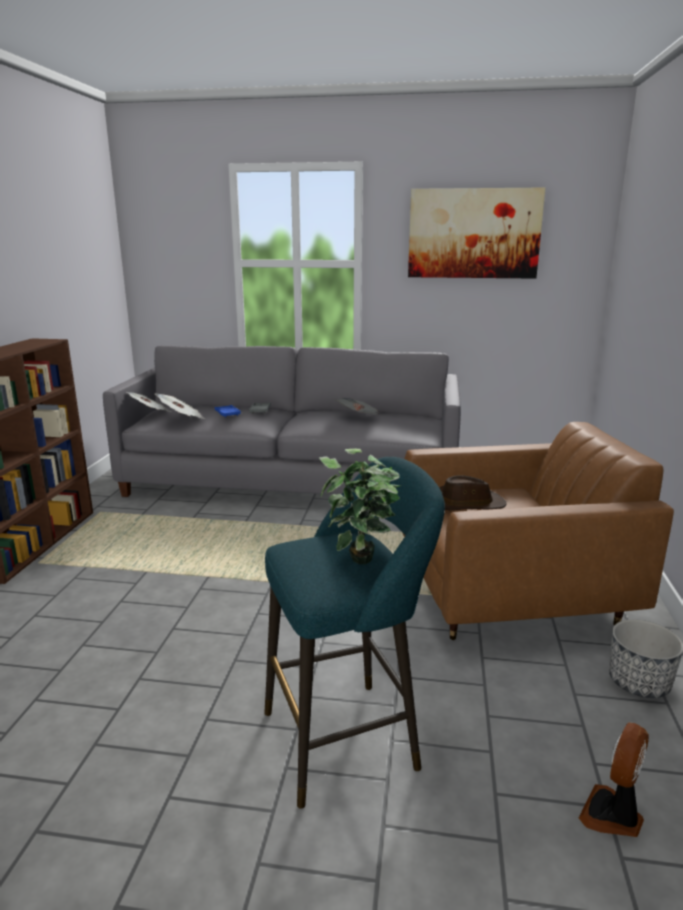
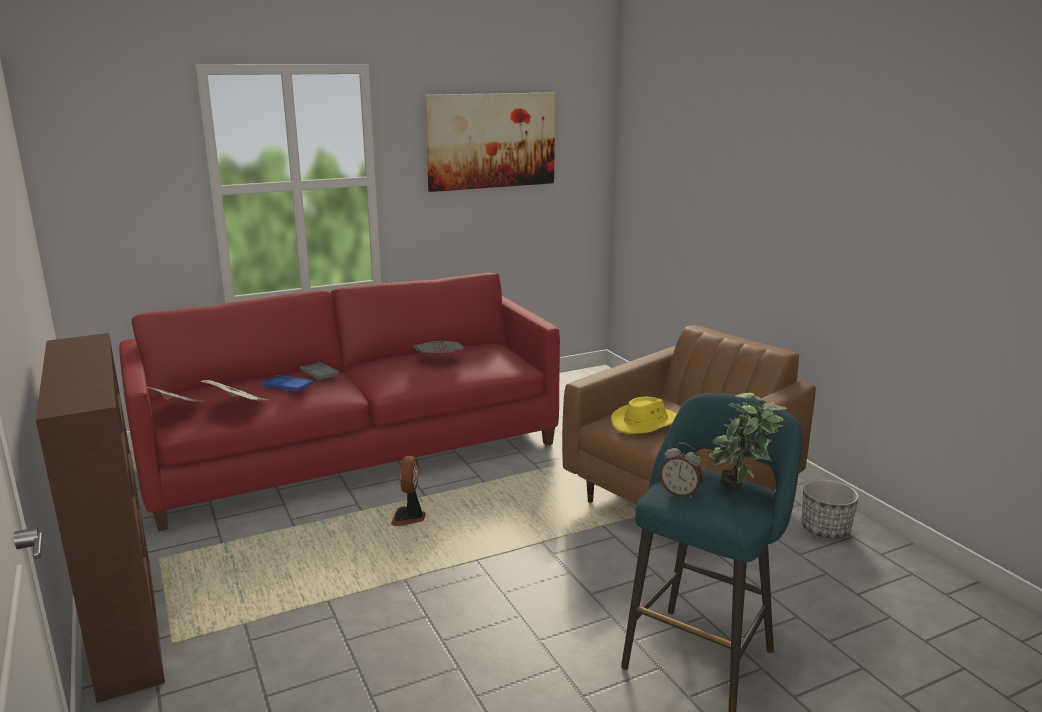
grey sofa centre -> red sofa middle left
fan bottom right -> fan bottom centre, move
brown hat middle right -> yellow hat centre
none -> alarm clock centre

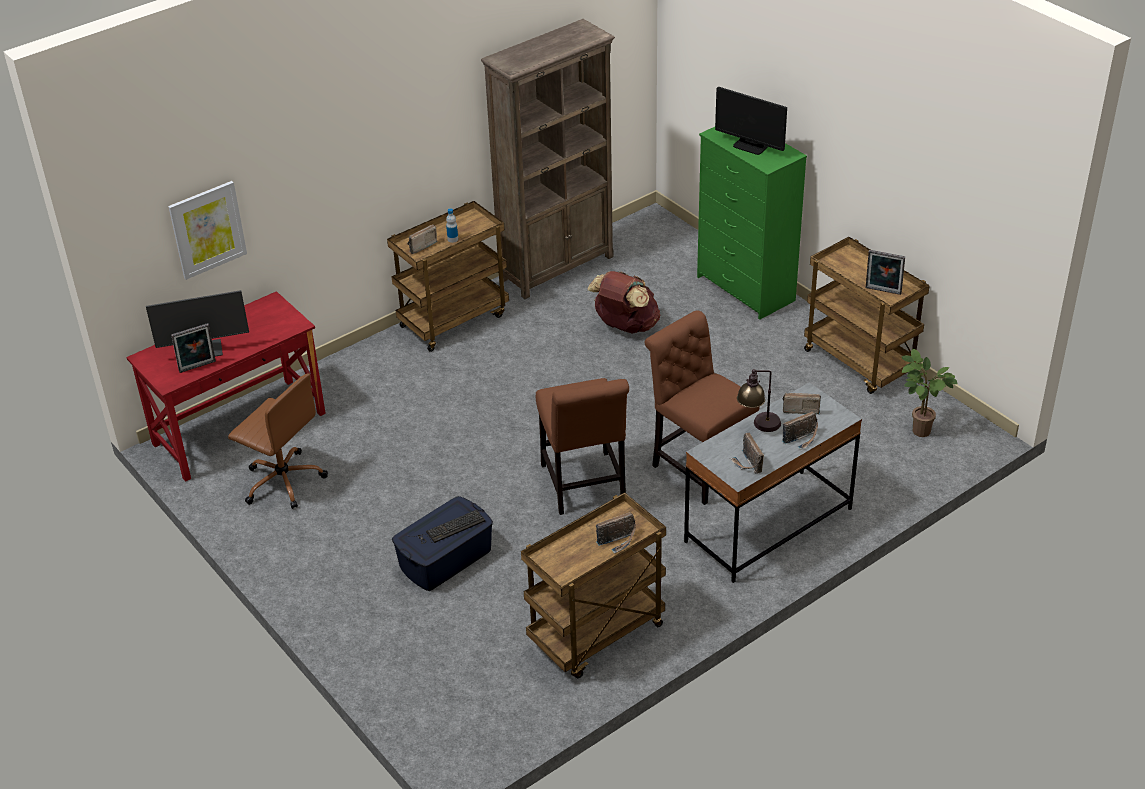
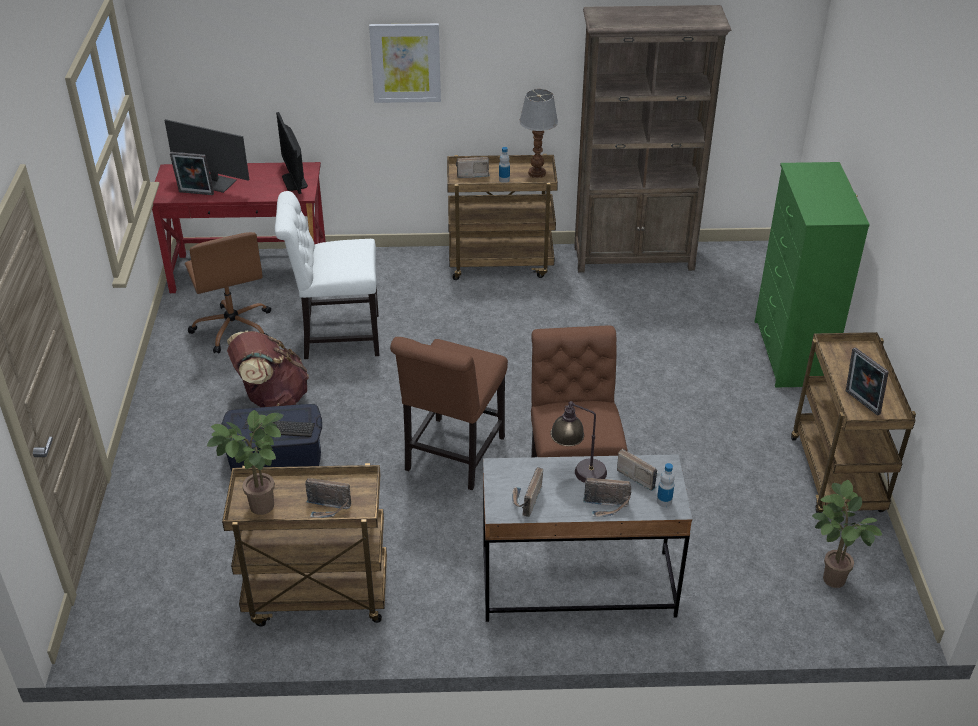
none -> potted plant (1st from left) middle left
brown backpack centre -> brown backpack middle left, move
none -> white chair centre
monitor (2nd from left) top centre -> monitor (2nd from left) top left, move
picture top left -> picture top centre, move
none -> table lamp (1st from left) top centre
none -> bottle (2nd from left) bottom right

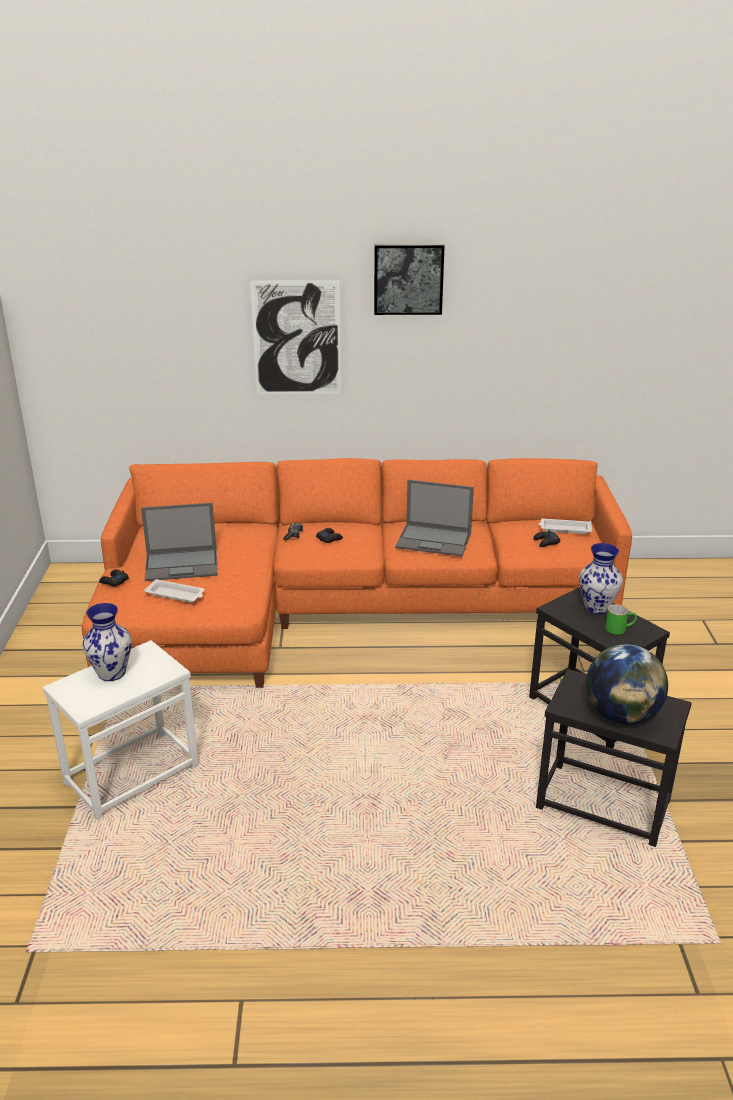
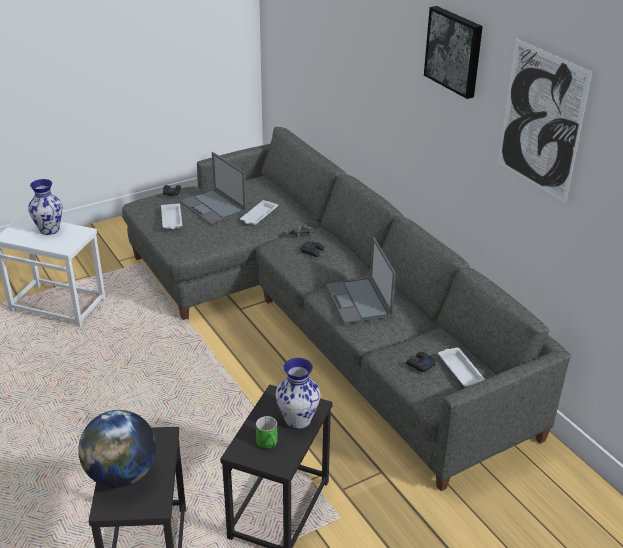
orange sofa centre -> grey sofa centre
none -> white tray (2nd from left) centre
picture (1st from left in the first image) top centre -> picture (2nd from left) top right, move

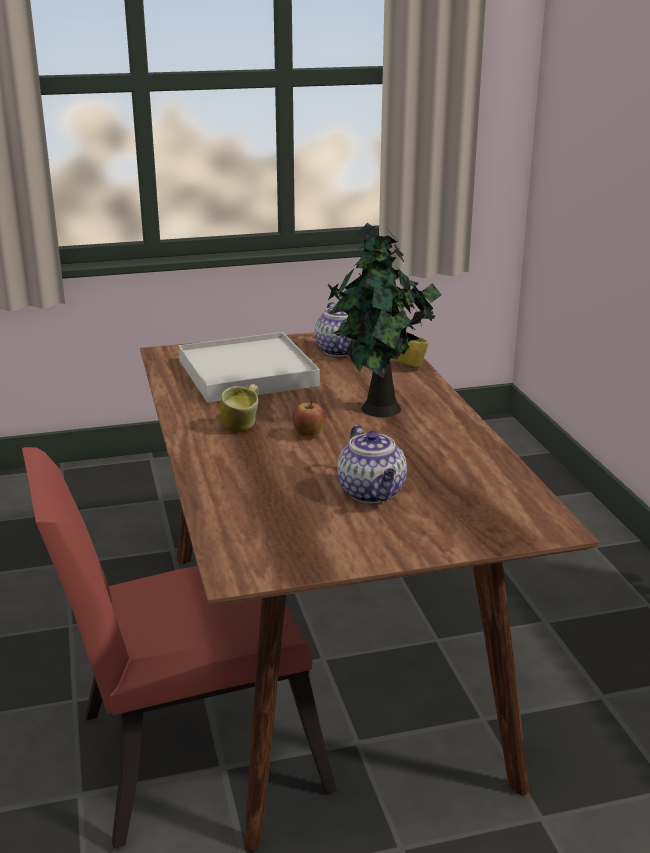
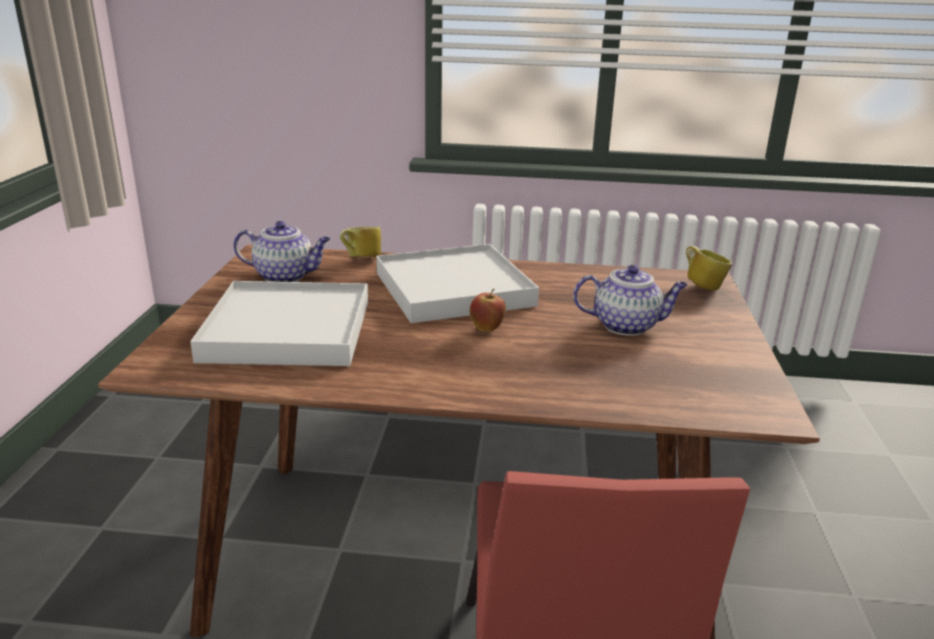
potted plant centre -> white tray (2nd from left) centre
mug (1st from left in the first image) centre -> mug (2nd from left) middle right, move

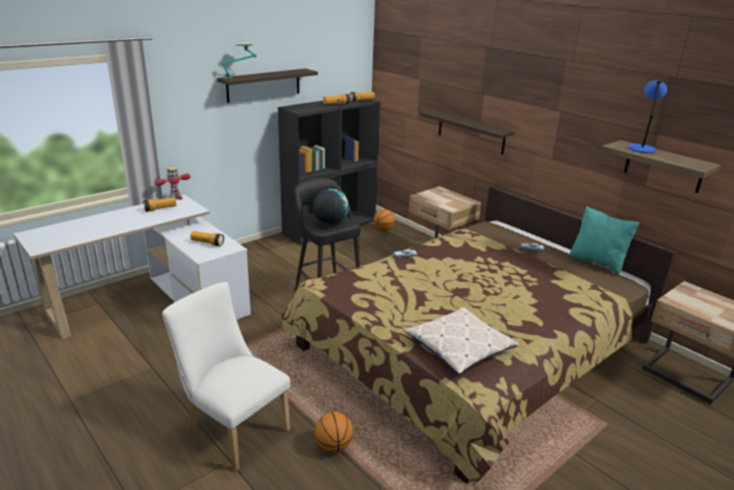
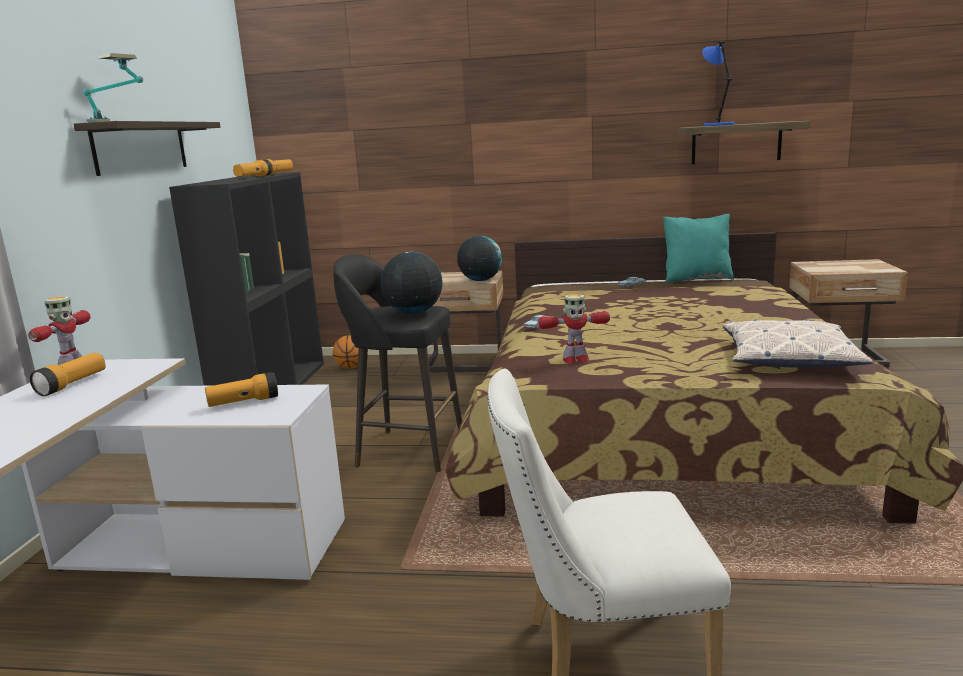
none -> globe (2nd from left) centre
none -> toy robot (2nd from left) centre
basketball (1st from left) bottom centre -> none
shelf (2nd from left) top centre -> none

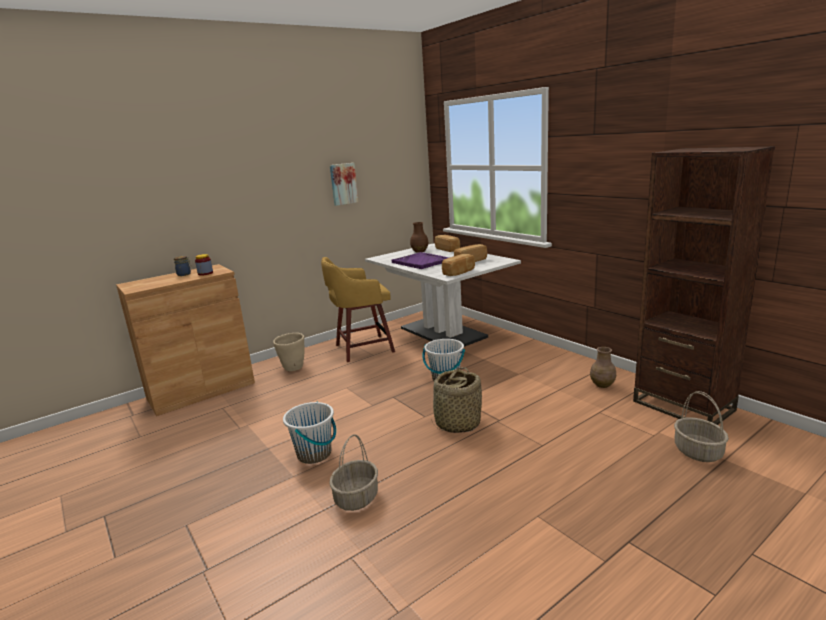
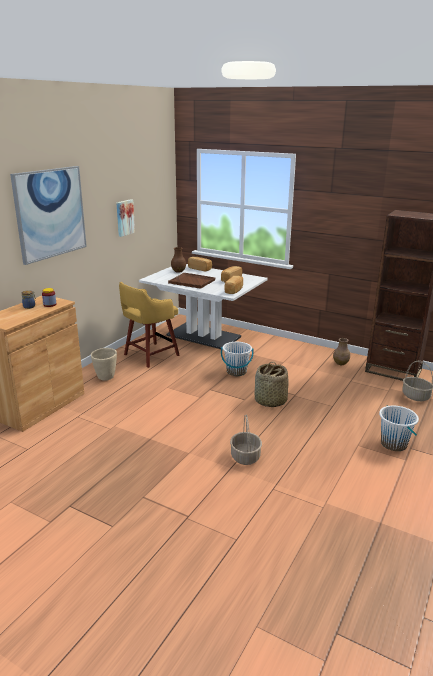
none -> picture (1st from left) top left
purple tray centre -> brown tray centre
white bucket (1st from left in the first image) bottom centre -> white bucket (2nd from left) middle right, move

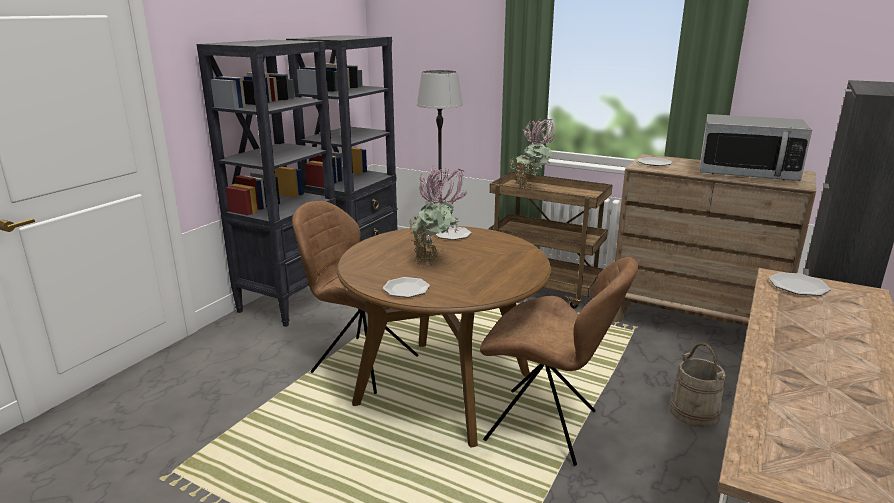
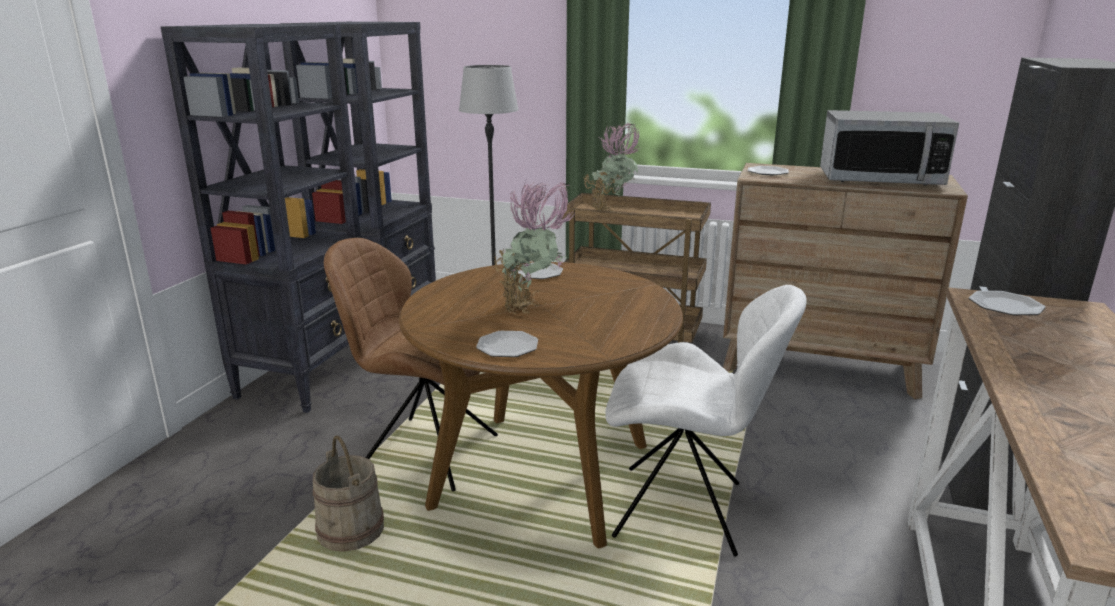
beige bucket bottom right -> beige bucket bottom left, move
brown chair (2nd from left) bottom centre -> white chair bottom centre

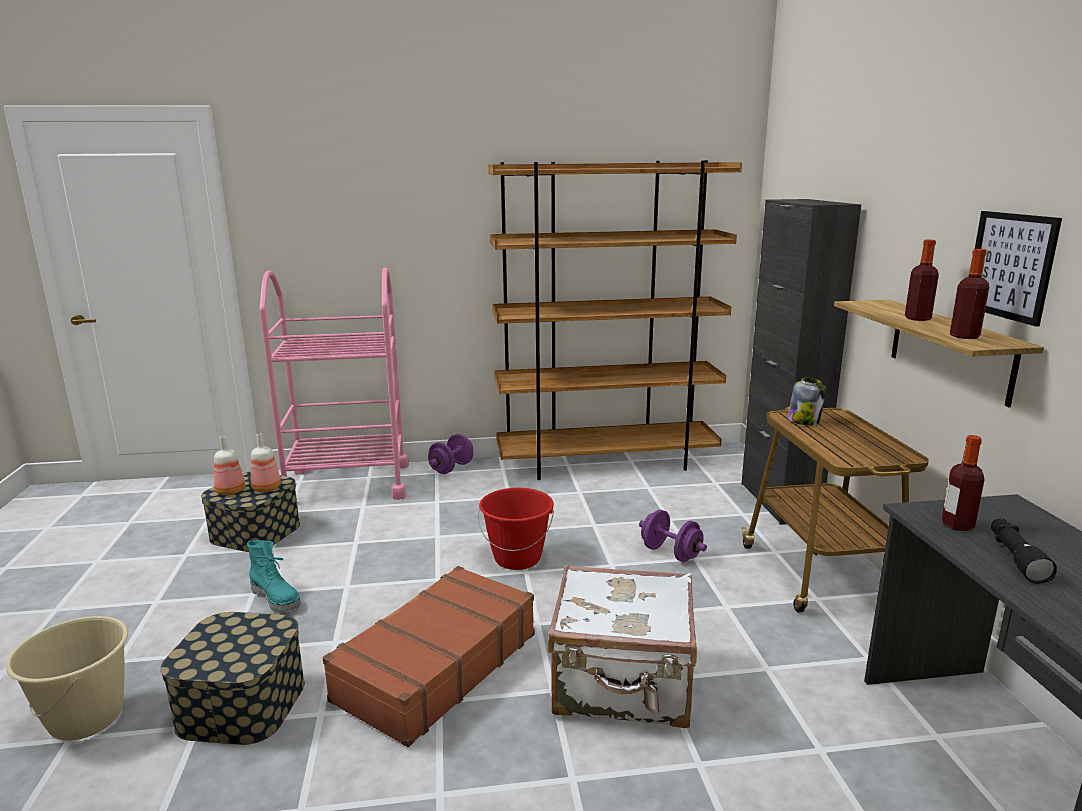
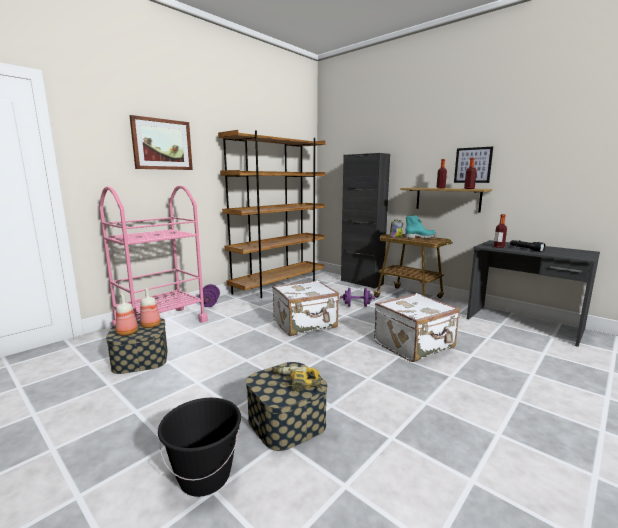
none -> picture (1st from left) top left
beige bucket bottom left -> black bucket bottom left
none -> power drill bottom centre
red bucket centre -> white suitcase (1st from left) centre
turquoise boot bottom left -> turquoise boot middle right, move
brown suitcase bottom centre -> none

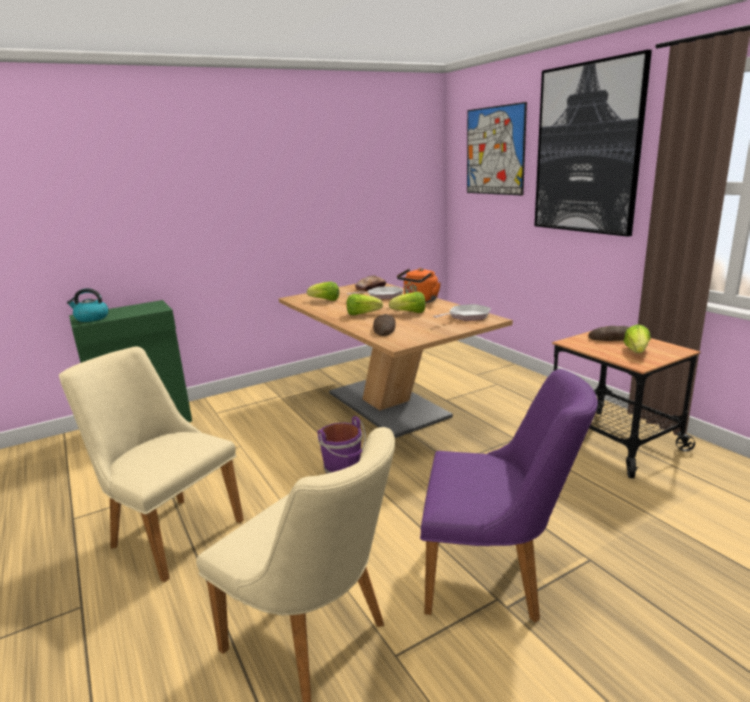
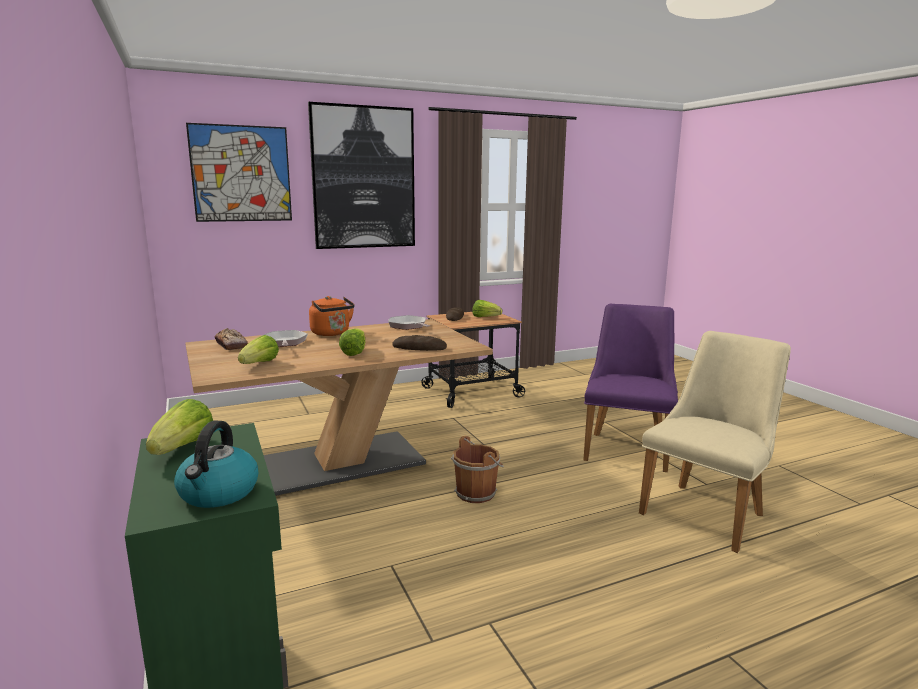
lettuce (3rd from left in the first image) centre -> lettuce (1st from left) middle left, move
purple bucket centre -> brown bucket bottom centre
beige chair (1st from left) middle left -> none

